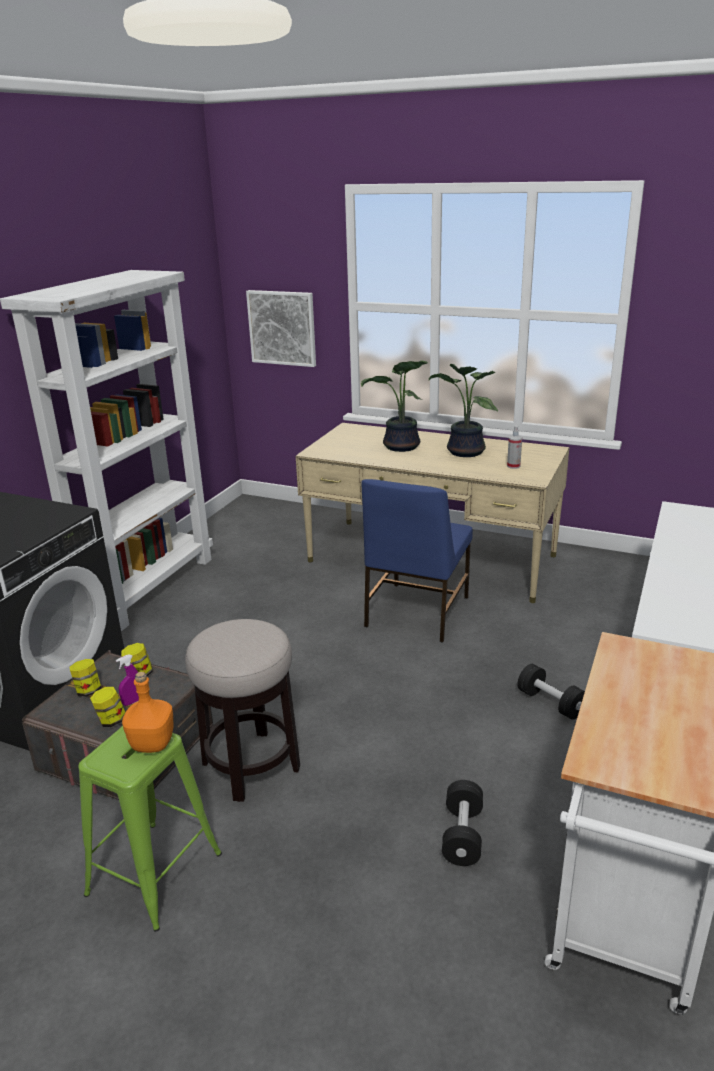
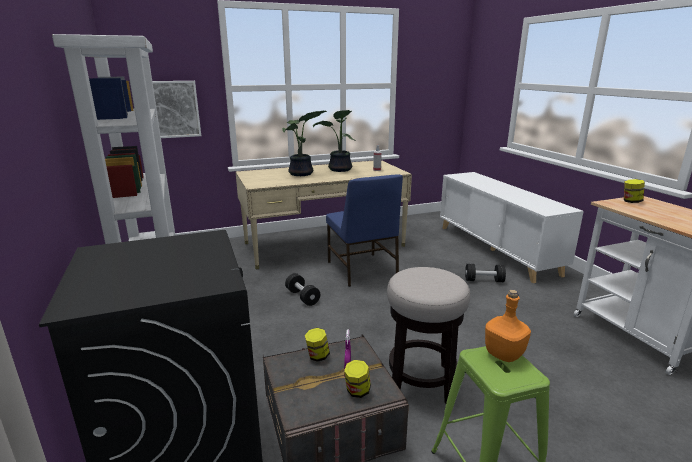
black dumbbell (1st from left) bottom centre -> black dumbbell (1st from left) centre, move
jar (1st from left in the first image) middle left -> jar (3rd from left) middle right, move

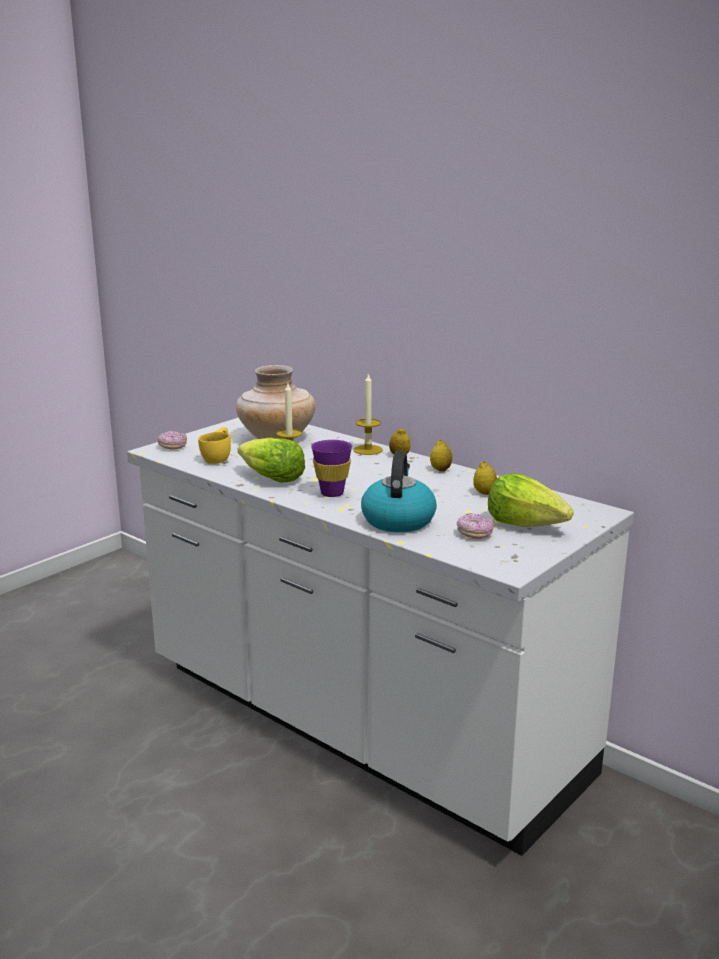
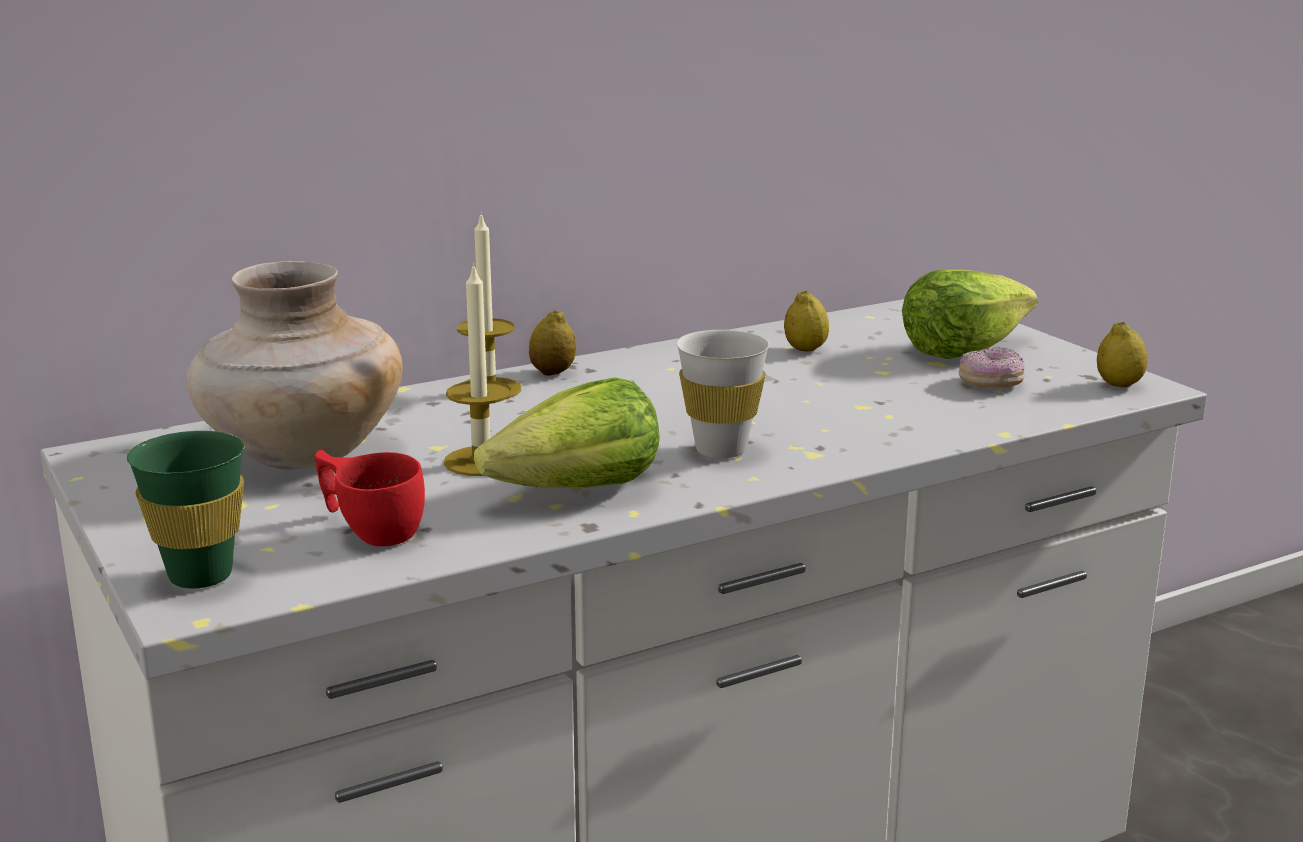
donut (1st from left) middle left -> green cup middle left
yellow cup middle left -> red cup middle left
purple cup centre -> white cup centre
lemon (2nd from left in the first image) centre -> lemon (3rd from left) middle right, move
kettle centre -> none

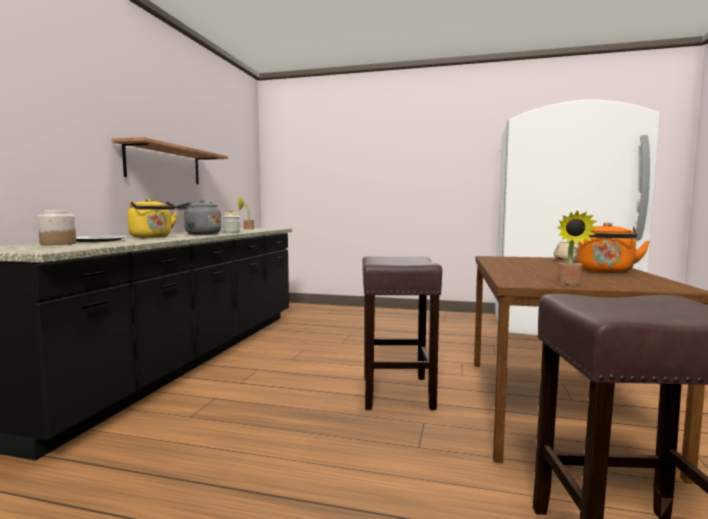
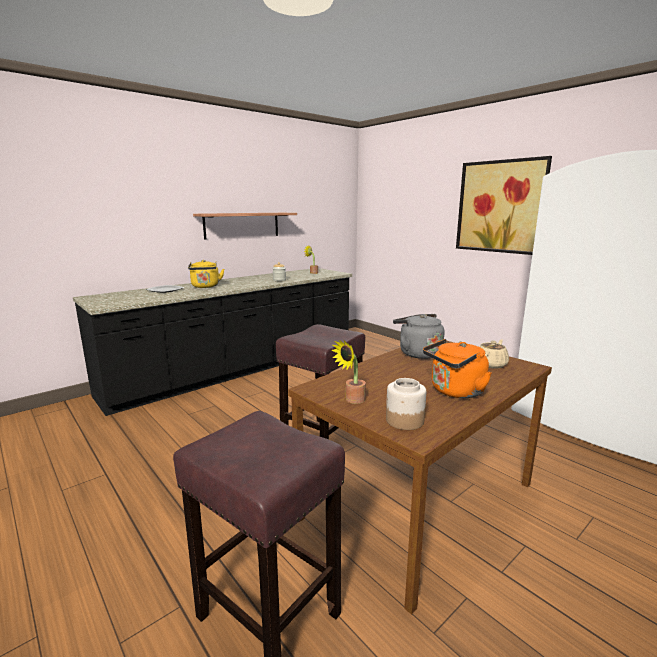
jar (1st from left in the first image) middle left -> jar (2nd from left) centre, move
grey kettle middle left -> grey kettle centre, move
none -> picture top right

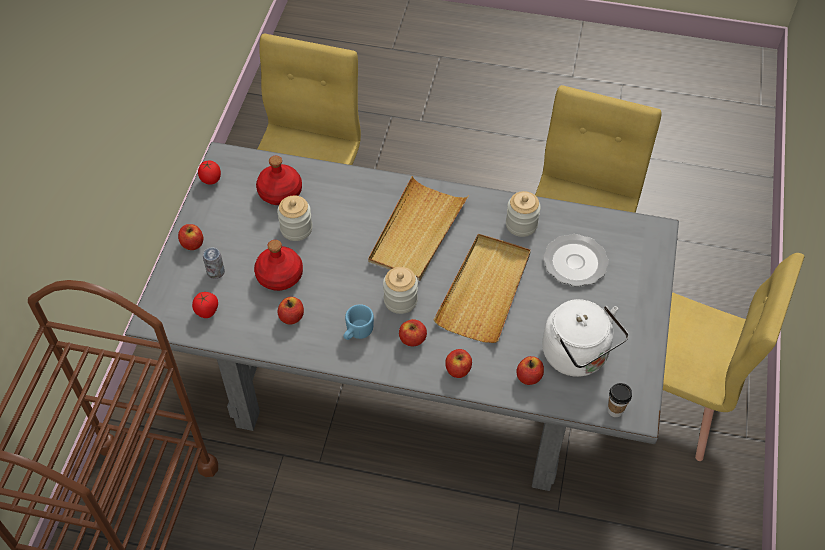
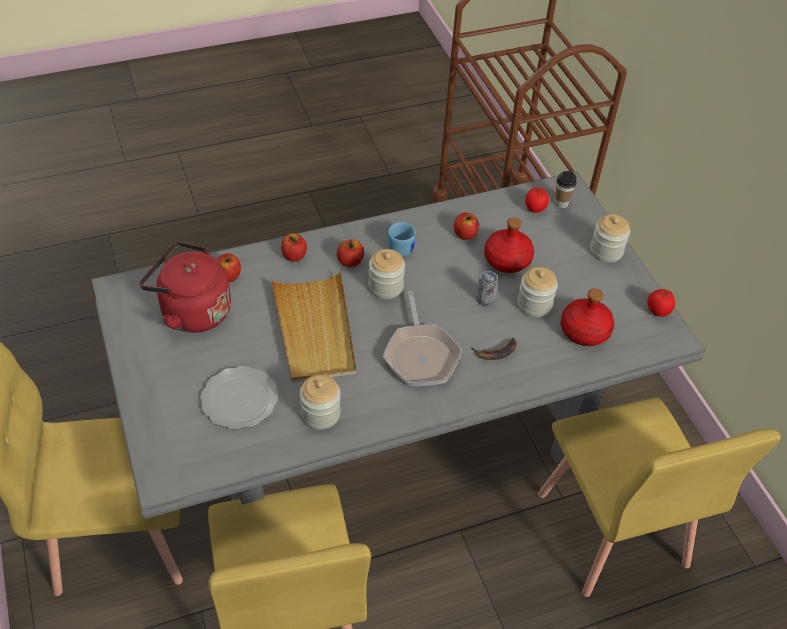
white kettle middle right -> red kettle middle left
beige tray (1st from left) centre -> frying pan centre
none -> banana centre
can middle left -> can centre, move
cup bottom right -> cup top right, move
apple (1st from left) middle left -> jar (4th from left) middle right

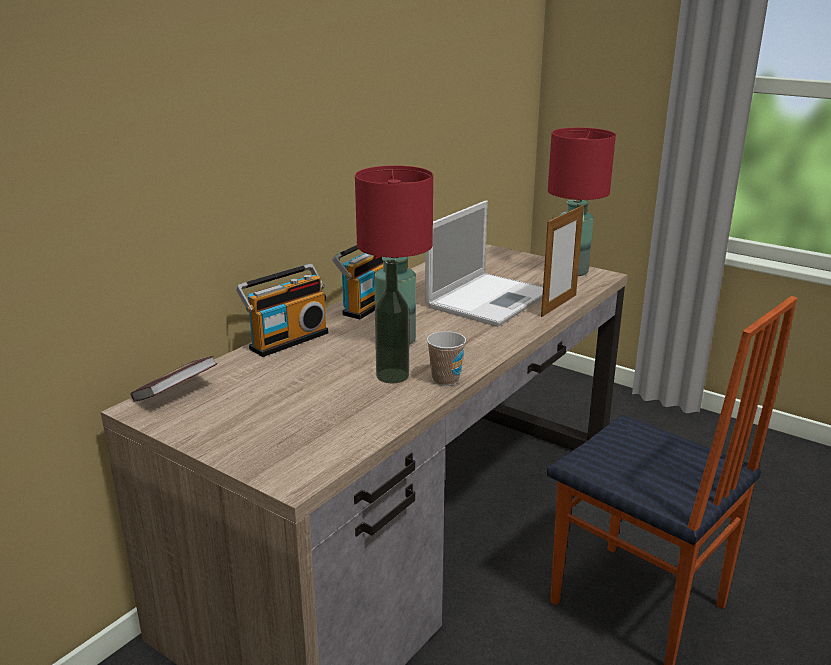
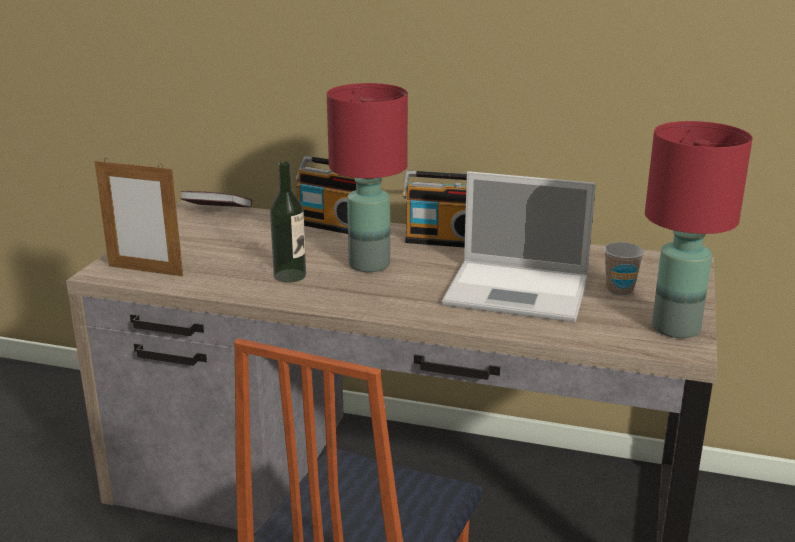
picture frame middle right -> picture frame middle left, move
cup centre -> cup middle right, move

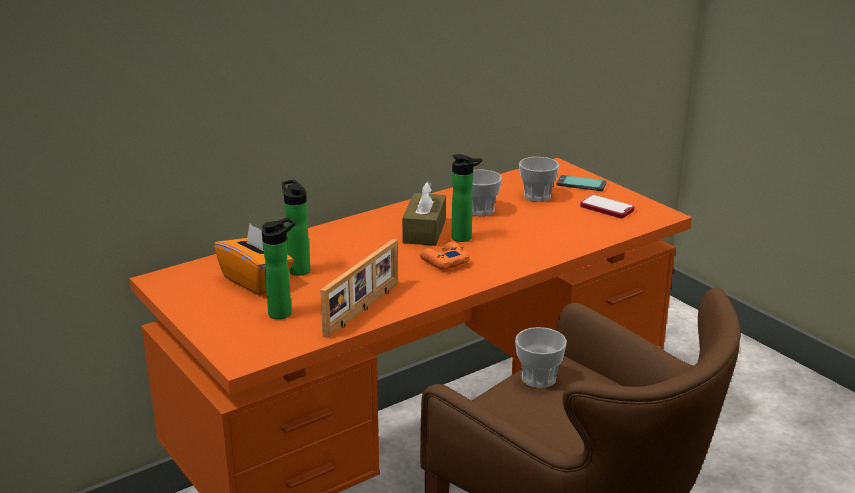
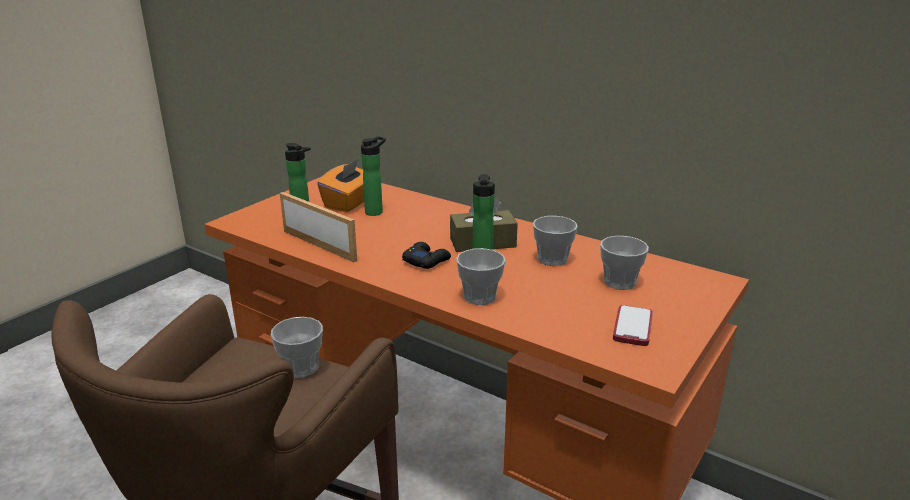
picture frame centre, 150 degrees counterclockwise
orange game controller centre -> black game controller centre
none -> cup (2nd from left) centre
phone (1st from left) middle right -> none

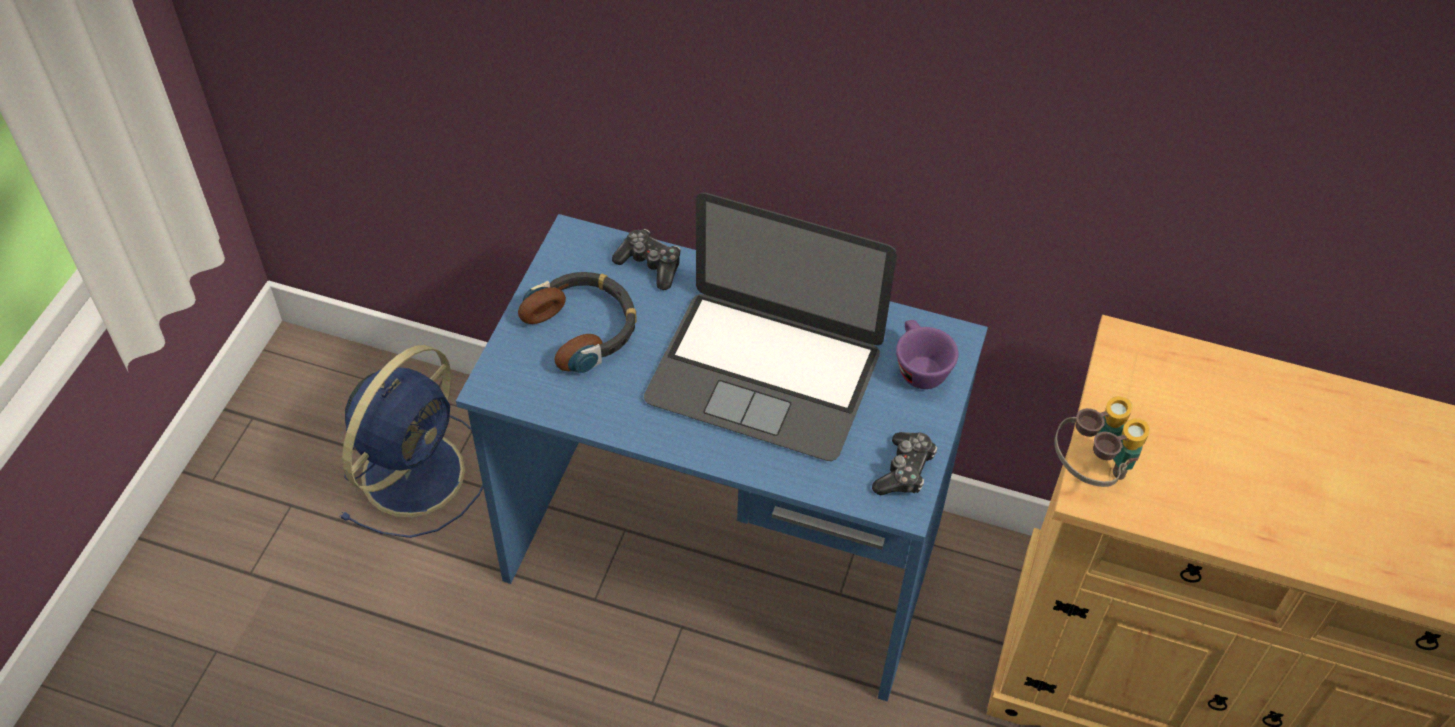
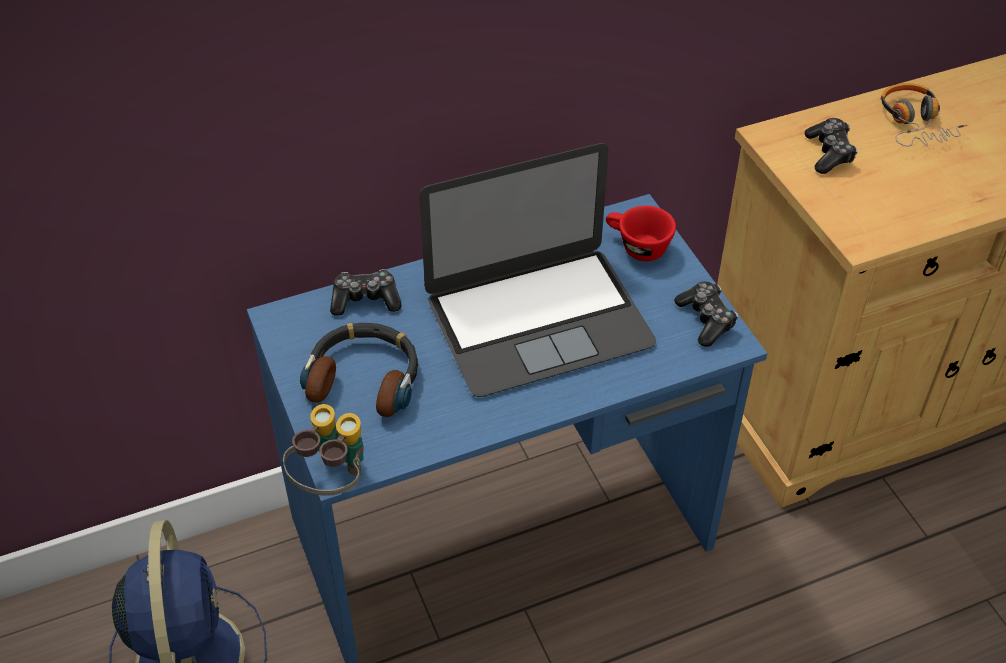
binoculars middle right -> binoculars bottom left, move
purple cup centre -> red cup centre
none -> game controller (3rd from left) top right
none -> headphones (2nd from left) top right

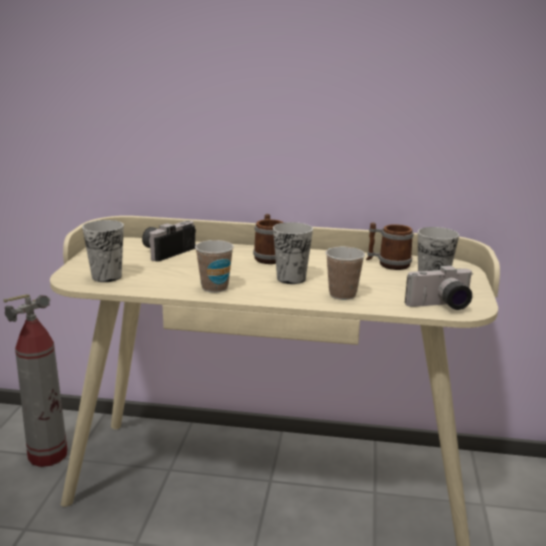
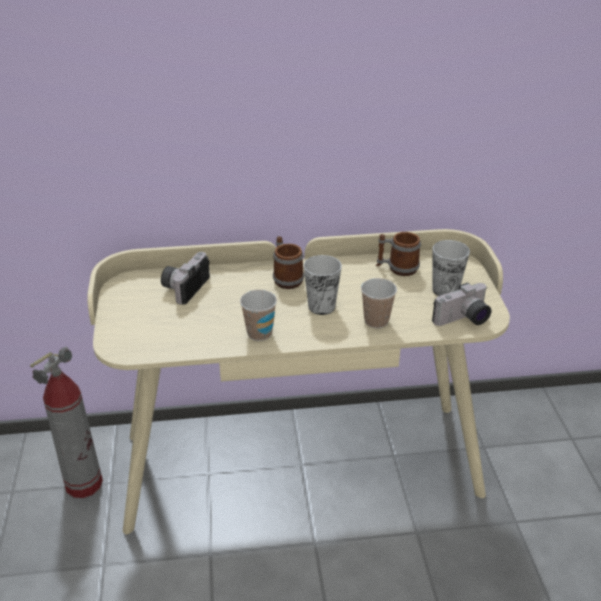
cup (1st from left) middle left -> none

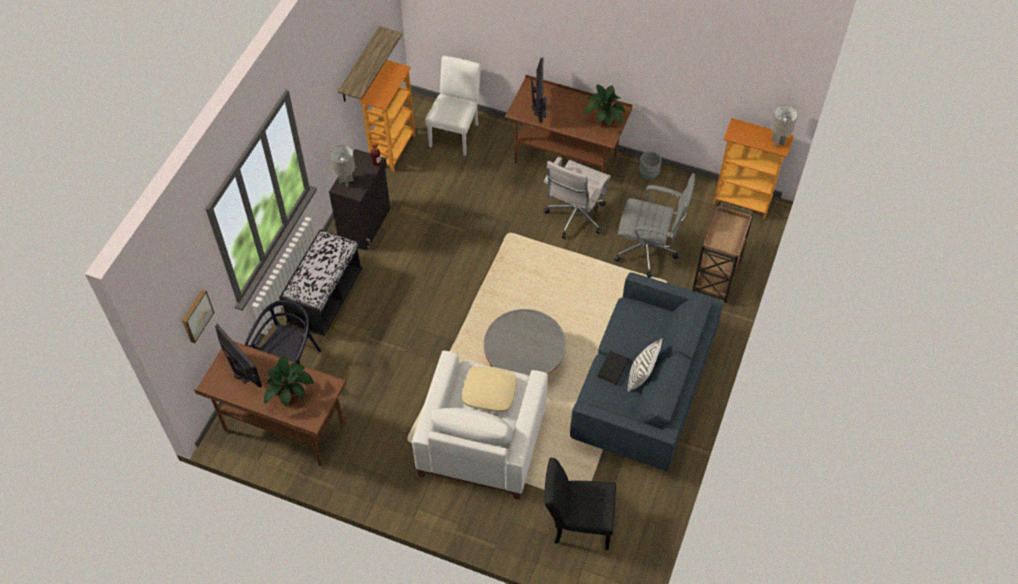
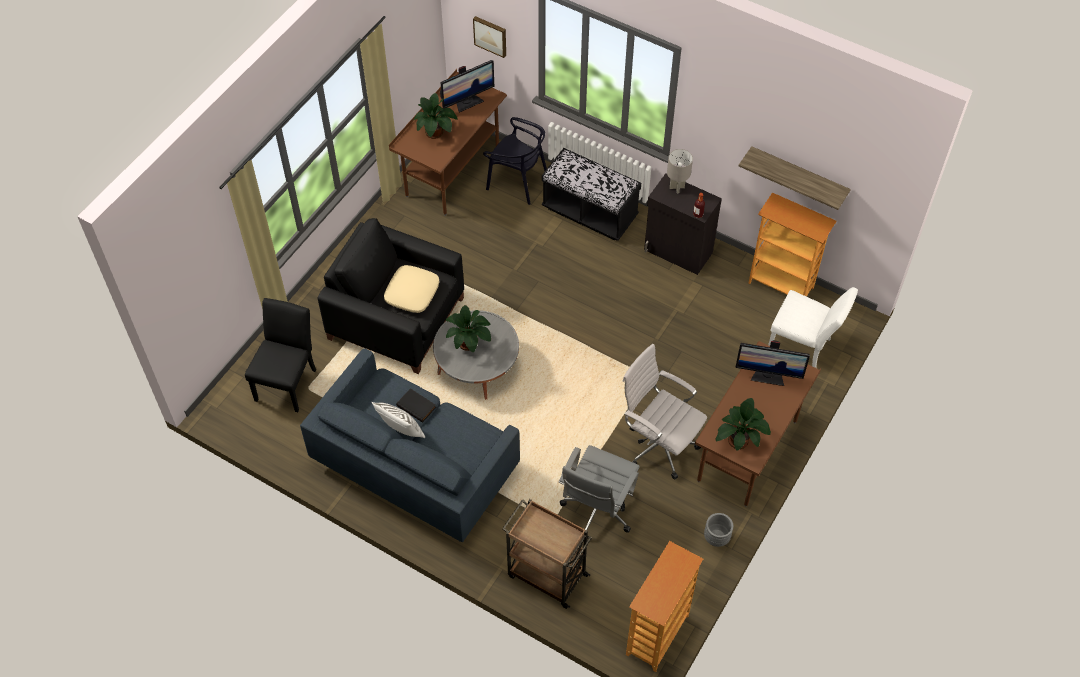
white armchair bottom centre -> black armchair centre
none -> potted plant (2nd from left) centre
grey table lamp (2nd from left) top right -> none

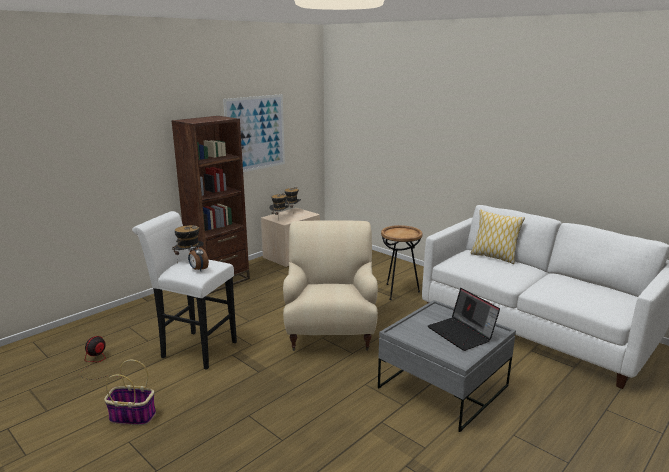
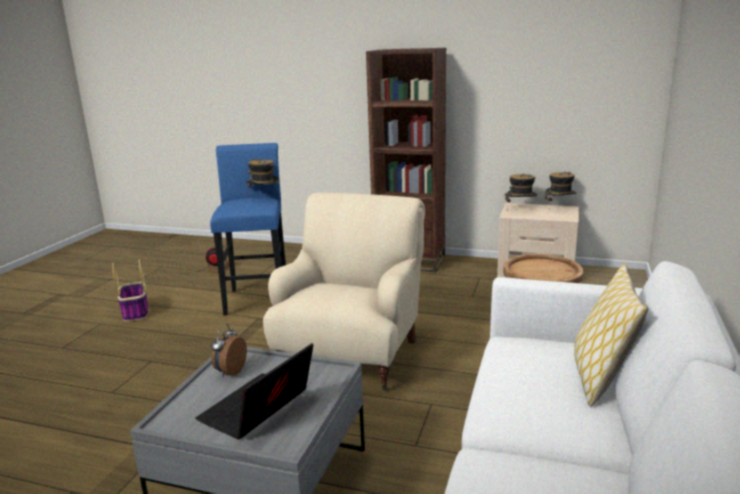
white stool middle left -> blue stool centre
alarm clock middle left -> alarm clock bottom left, move
beige armchair centre, 45 degrees counterclockwise
picture top centre -> none

